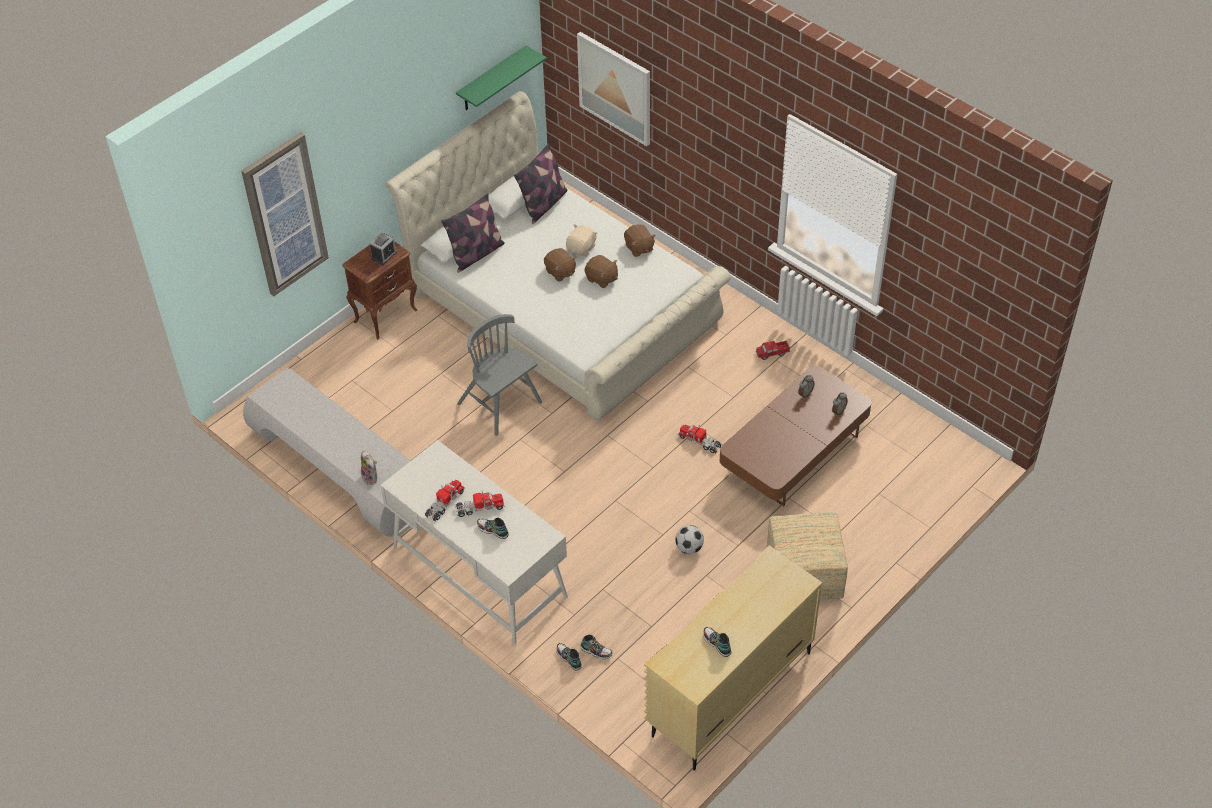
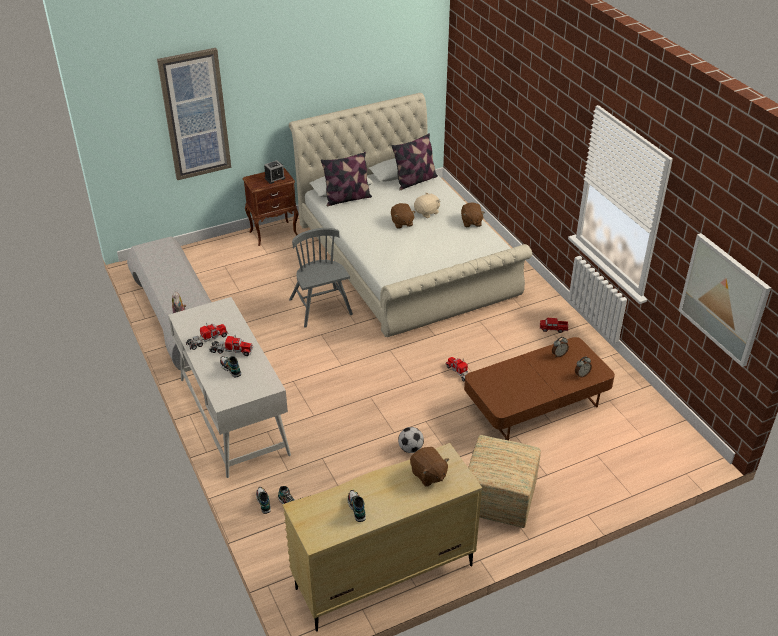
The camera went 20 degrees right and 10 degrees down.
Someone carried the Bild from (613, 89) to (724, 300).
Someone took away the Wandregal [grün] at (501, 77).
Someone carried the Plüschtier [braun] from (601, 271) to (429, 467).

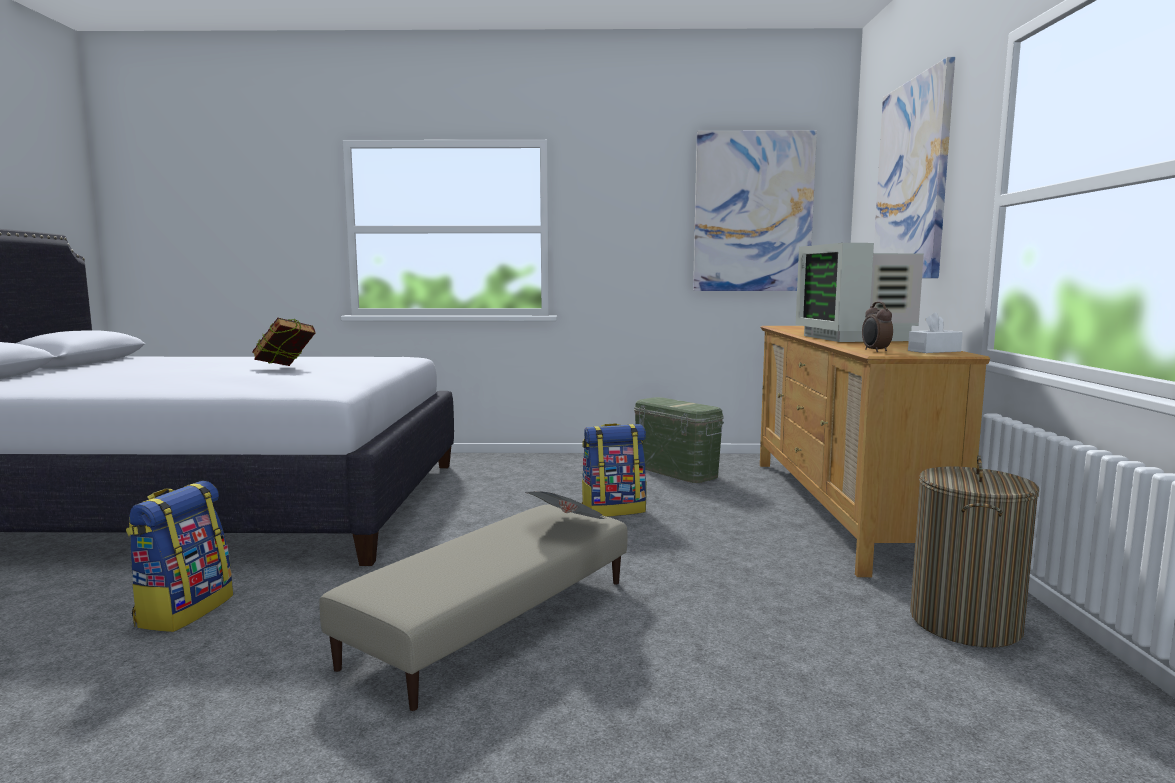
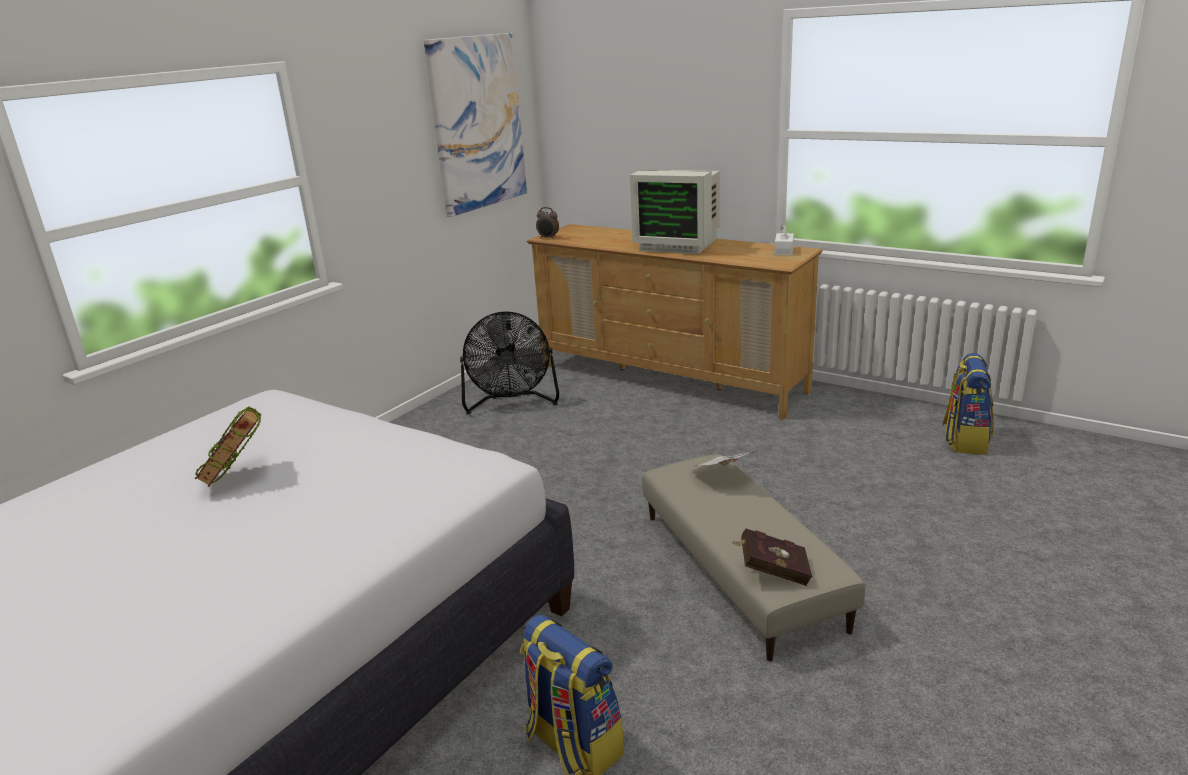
The camera went 55 degrees left and 15 degrees up.
Someone took away the Bild at (914, 167).
Someone carried the Wecker from (877, 327) to (547, 223).
Someone swapped the Aufbewahrungsbox [grün] at (679, 440) for the Ventilator [schwarz] at (509, 363).
Someone carried the Rucksack from (614, 470) to (968, 404).
Someone took away the Wäschekorb at (974, 551).
Someone put down the Buch [rot] at (771, 557).

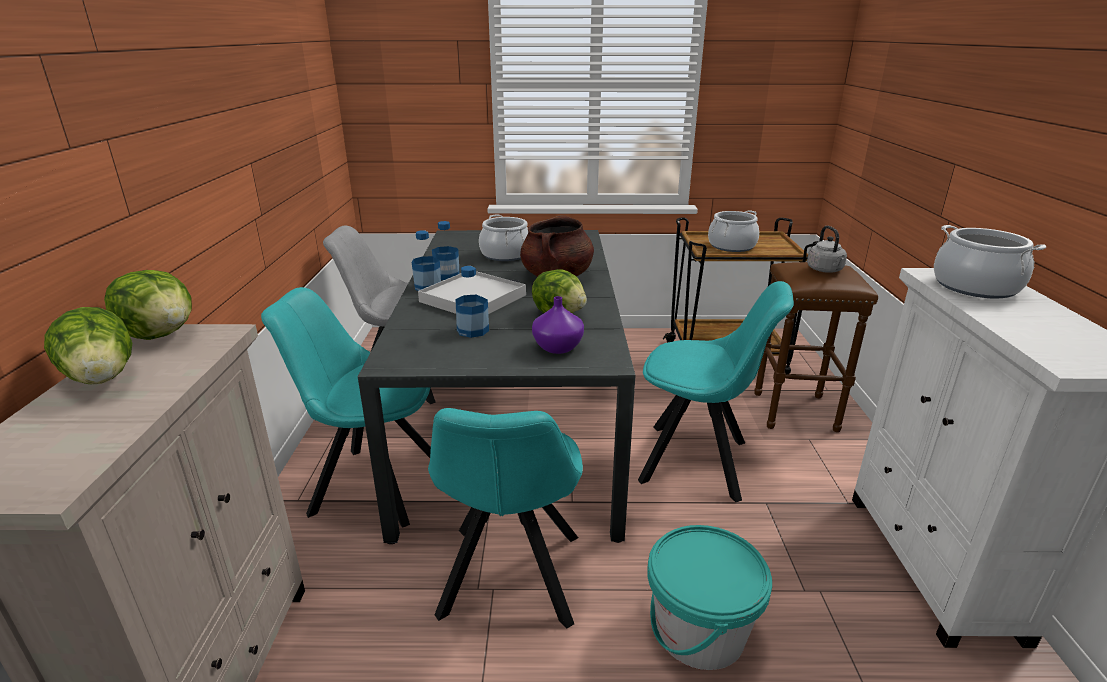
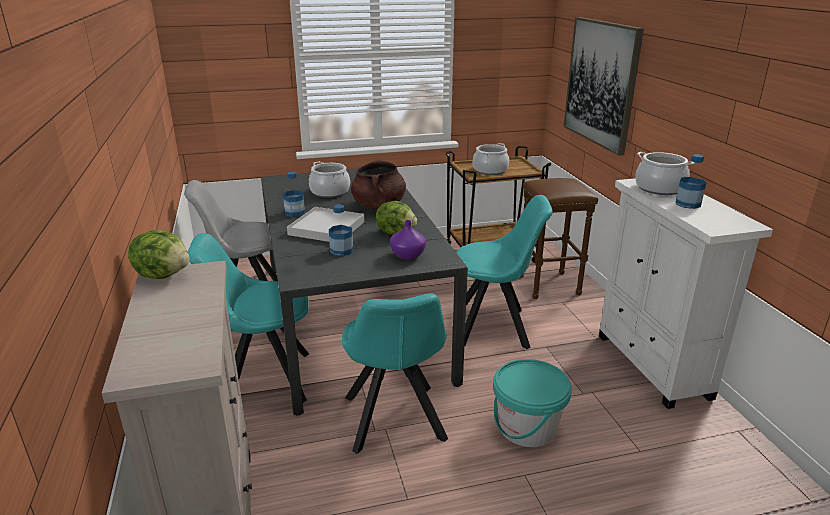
The camera went 15 degrees left and 0 degrees up.
Someone took away the Wasserkessel [grau] at (827, 249).
Someone carried the Flasche from (426, 260) to (691, 181).
Someone took away the Salatkopf at (88, 345).
Someone put up the Bild at (603, 86).

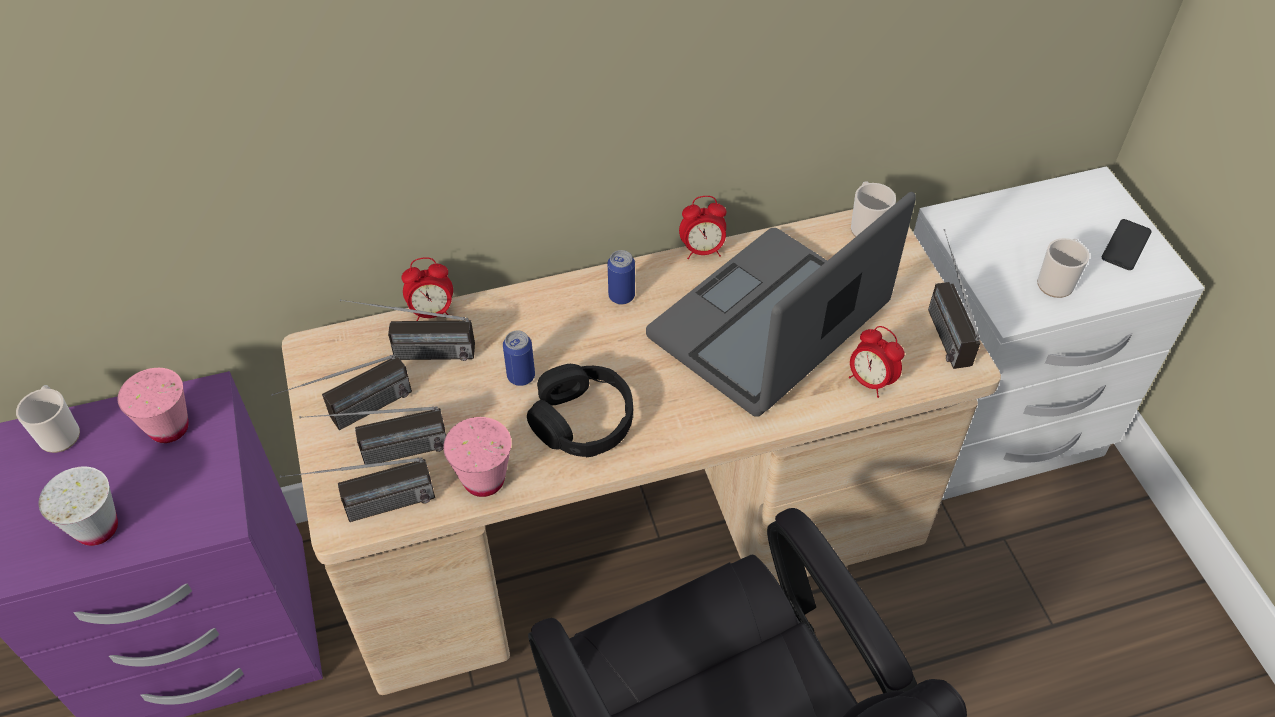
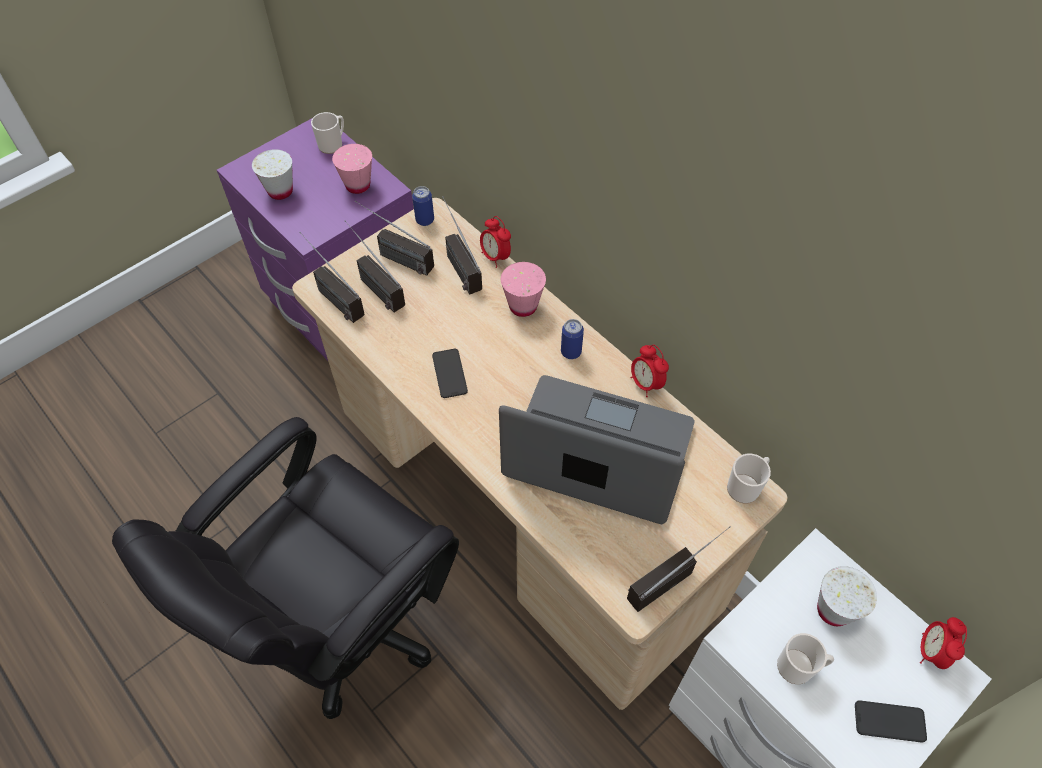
The camera went 65 degrees right and 5 degrees up.
Someone carried the Wecker from (877, 362) to (943, 643).
Someone carried the Dose from (519, 358) to (423, 206).
Someone swapped the Kopfhörer [schwarz] at (580, 410) for the Handy at (450, 373).
Someone carried the Tasse [rosa] from (477, 457) to (523, 289).
Someone put down the Tasse [weiß] at (847, 596).

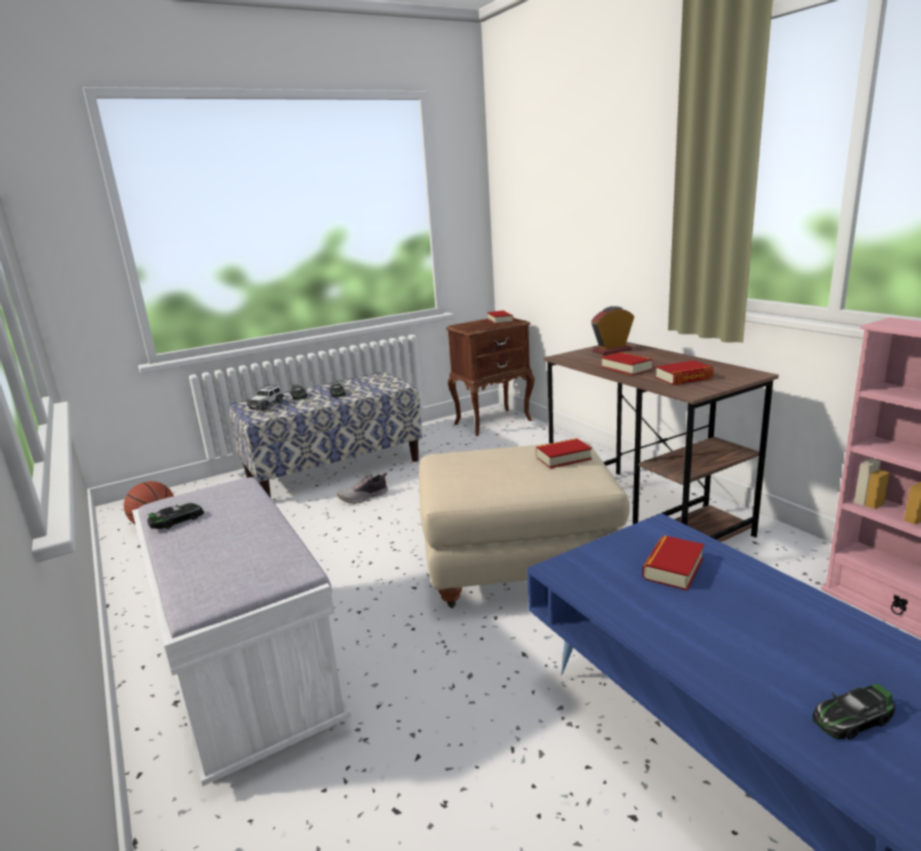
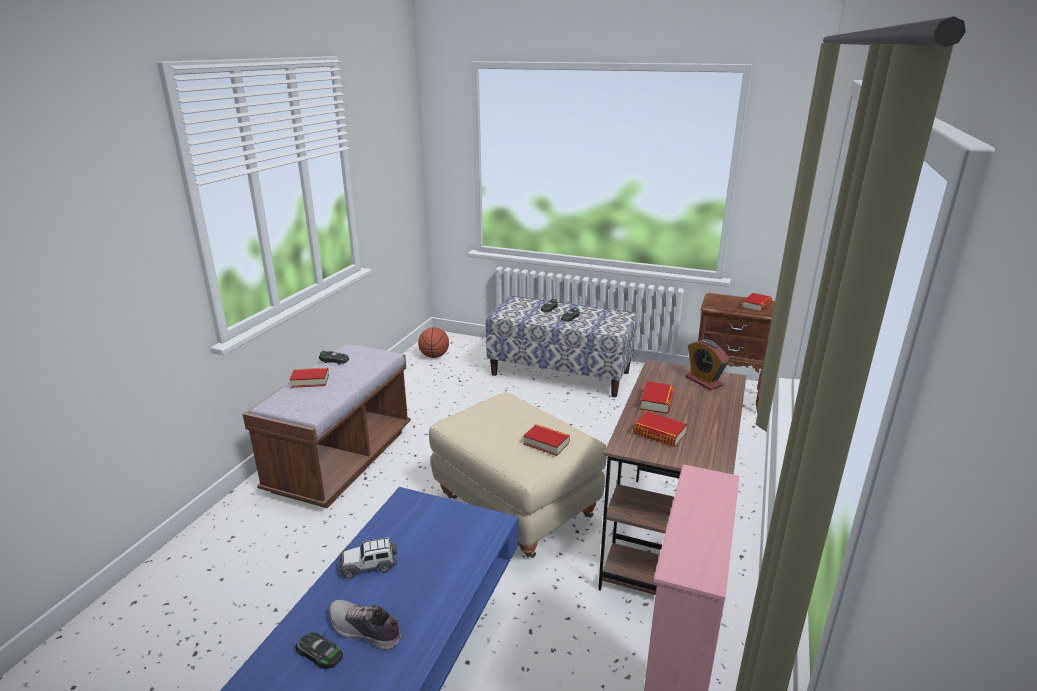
The camera went 50 degrees right and 5 degrees up.
Someone rotated the Wecker at (612, 330) by 150 degrees counterclockwise.
Someone carried the Spielzeugauto from (265, 397) to (368, 558).
Someone carried the Schuh from (362, 488) to (365, 624).
Someone repainted the Bank [weiß] at (241, 631), which became the Bank [braun] at (327, 426).
Someone carried the Buch from (673, 563) to (309, 378).

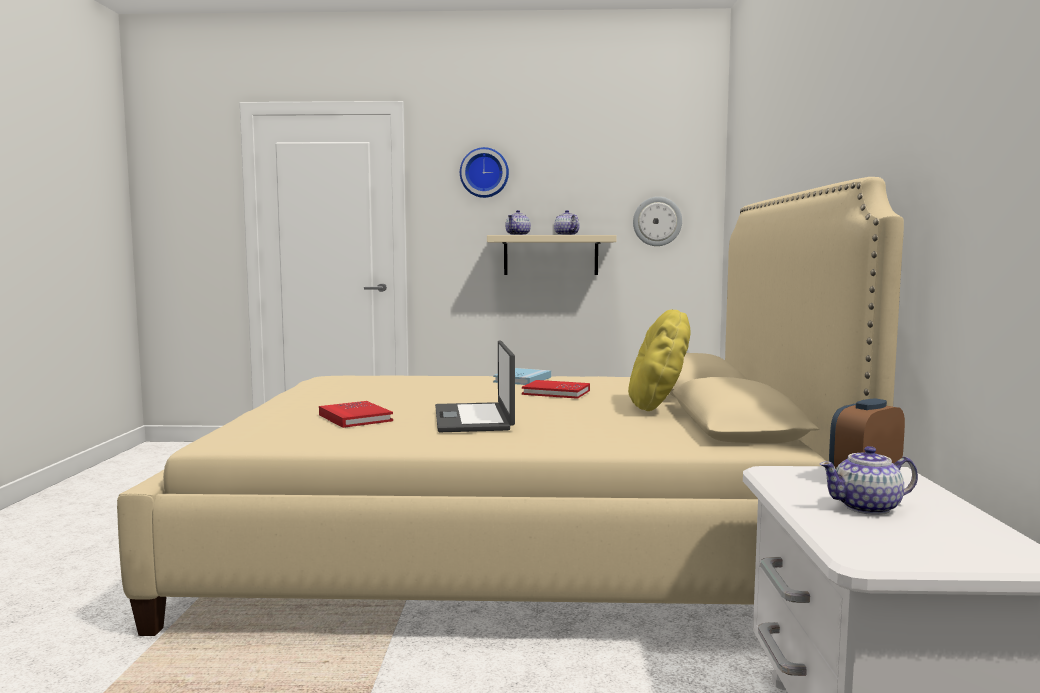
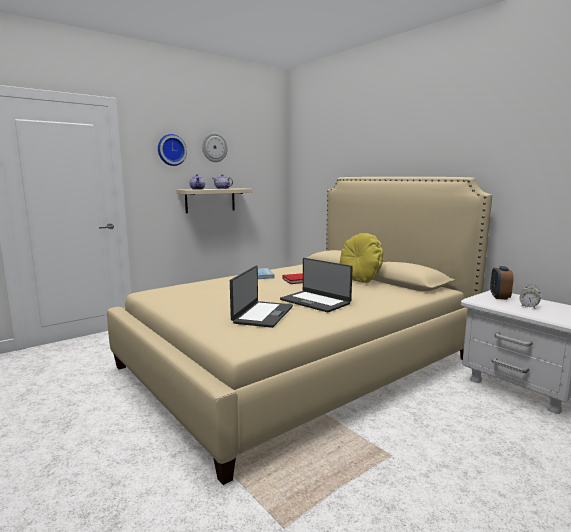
The camera went 40 degrees left and 5 degrees up.
Someone carried the Wanduhr from (657, 221) to (215, 147).
Someone swapped the Buch [rot] at (356, 414) for the Laptop at (261, 297).
Someone swapped the Teekanne at (868, 480) for the Wecker at (530, 296).

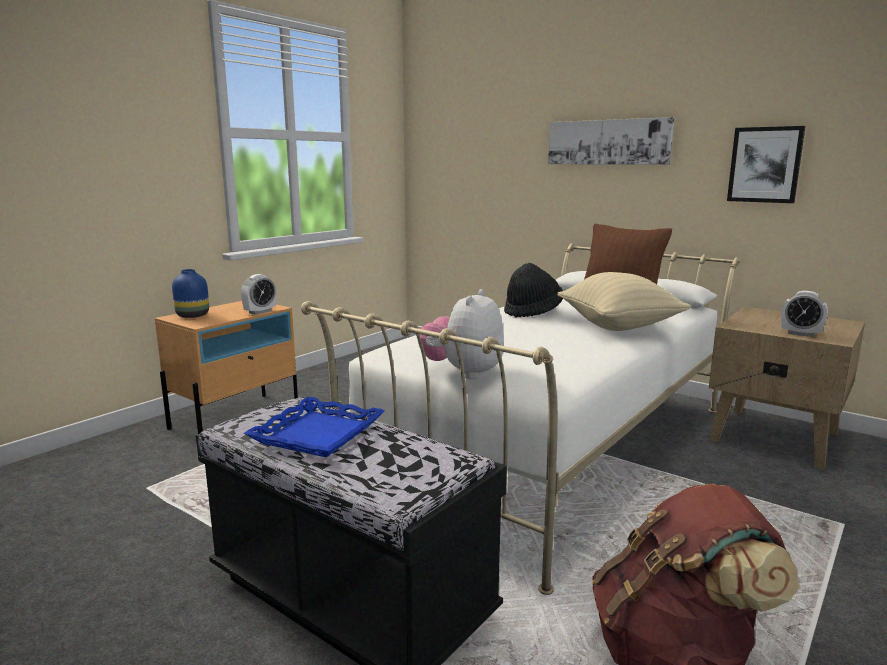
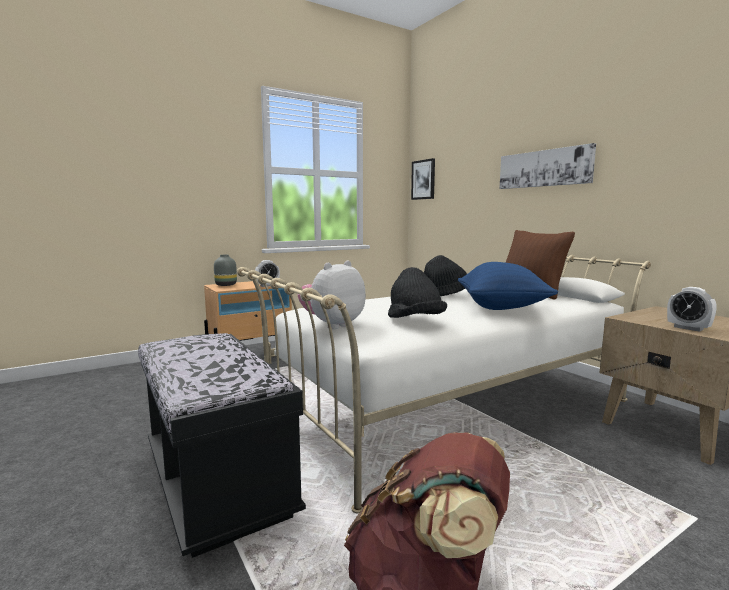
The camera went 20 degrees right and 5 degrees down.
Someone carried the Bild from (766, 164) to (423, 179).
Someone repainted the Vase [blau] at (190, 293), which became the Vase [grau] at (225, 270).
Someone repainted the Kissen [beige] at (624, 301), which became the Kissen [blau] at (508, 286).
Someone took away the Tablett [blau] at (314, 427).
Someone put down the Hut [schwarz] at (417, 292).

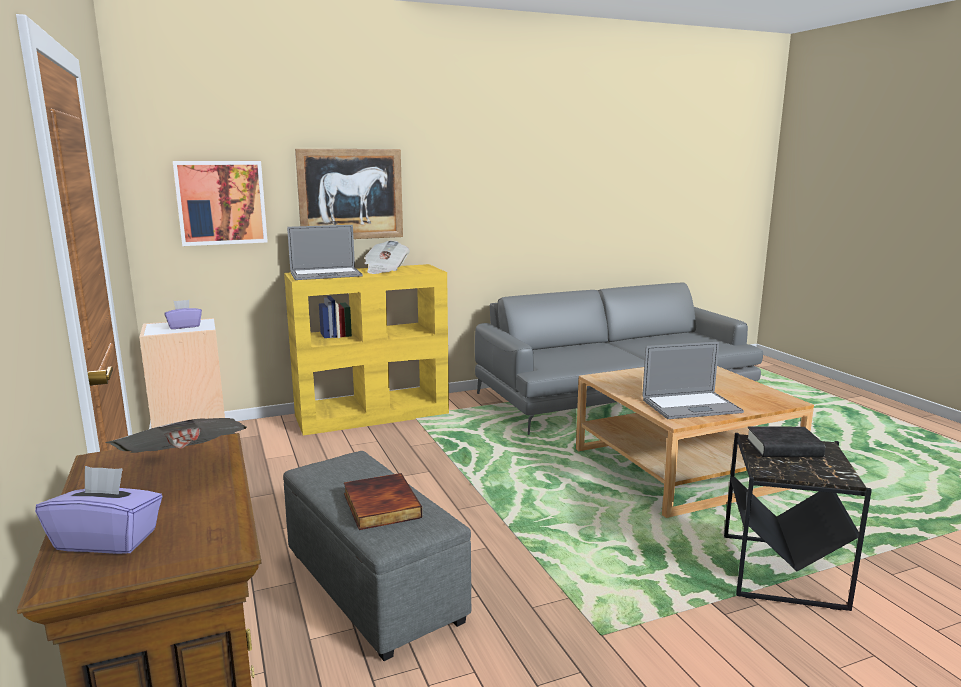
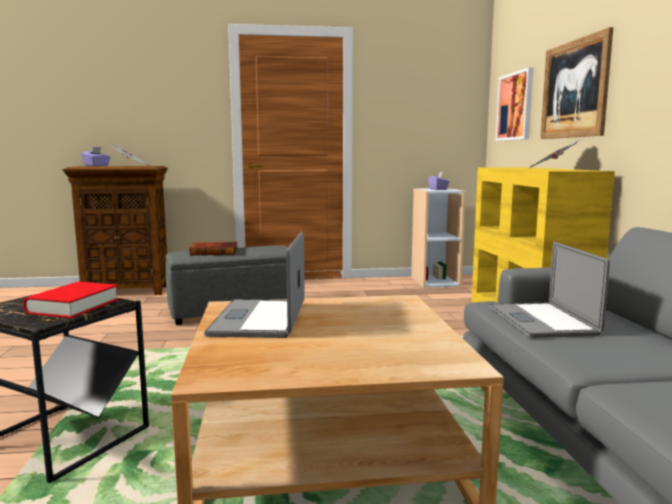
The camera went 105 degrees right and 5 degrees down.
Someone carried the Laptop from (325, 252) to (549, 290).
Someone repainted the Buch [schwarz] at (785, 441), which became the Buch [rot] at (71, 300).

